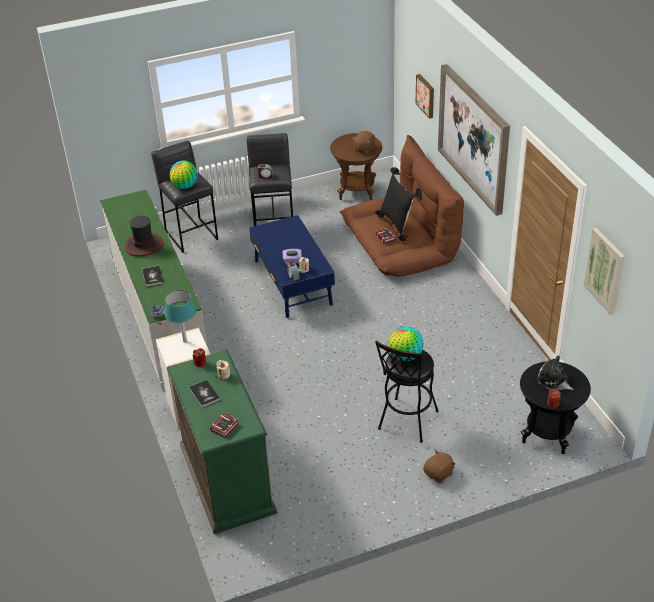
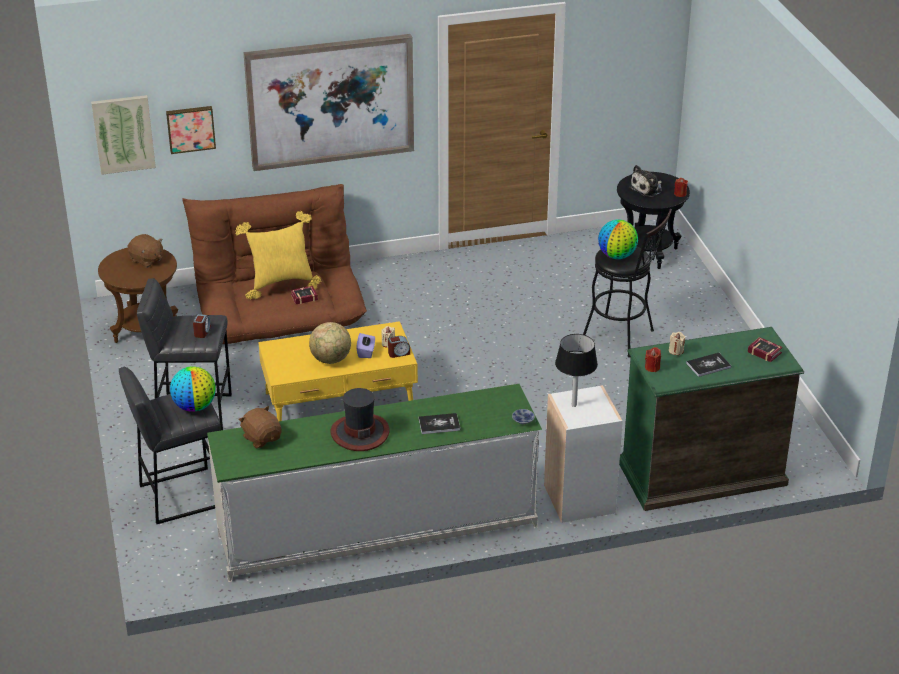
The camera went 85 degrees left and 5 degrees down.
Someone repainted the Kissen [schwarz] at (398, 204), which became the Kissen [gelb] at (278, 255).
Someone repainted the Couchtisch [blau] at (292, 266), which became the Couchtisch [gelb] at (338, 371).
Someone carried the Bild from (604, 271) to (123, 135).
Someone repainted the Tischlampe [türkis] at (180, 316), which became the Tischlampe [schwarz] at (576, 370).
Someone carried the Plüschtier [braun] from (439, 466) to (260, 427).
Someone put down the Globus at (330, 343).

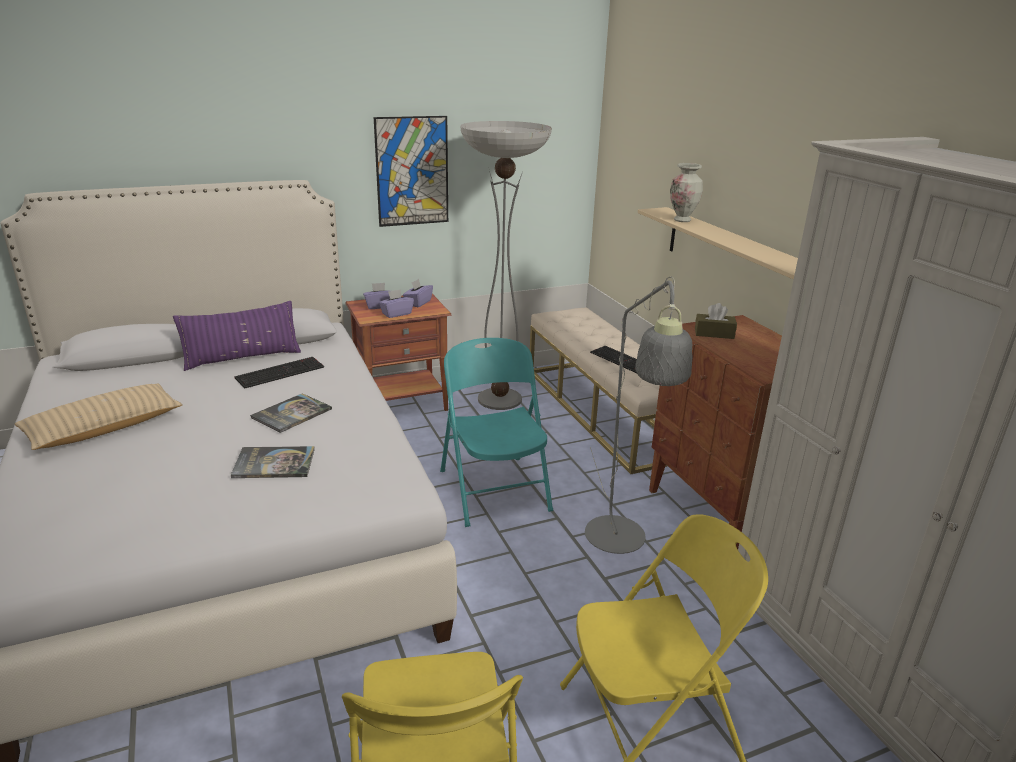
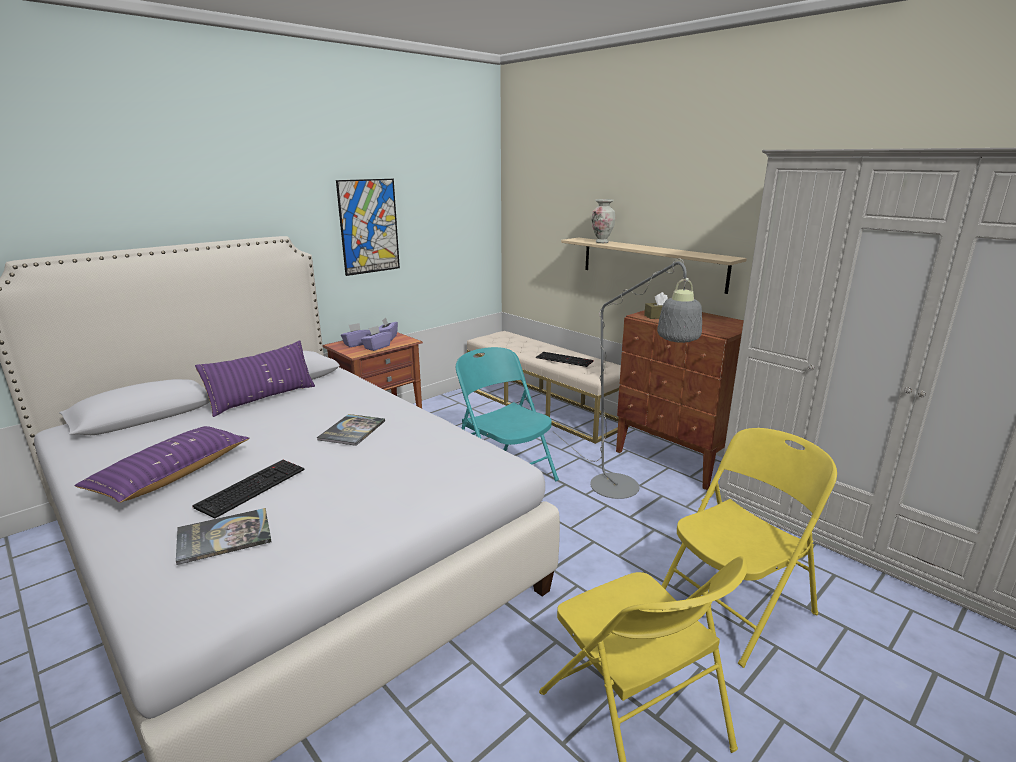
The camera went 20 degrees left and 5 degrees down.
Someone took away the Stehlampe at (506, 265).
Someone carried the Tastatur from (279, 372) to (248, 489).
Someone repainted the Kissen [beige] at (99, 417), which became the Kissen [lila] at (162, 464).
Someone carried the Buch from (273, 462) to (224, 536).

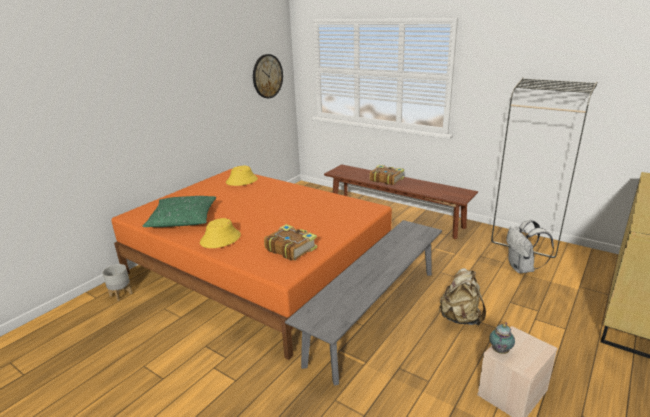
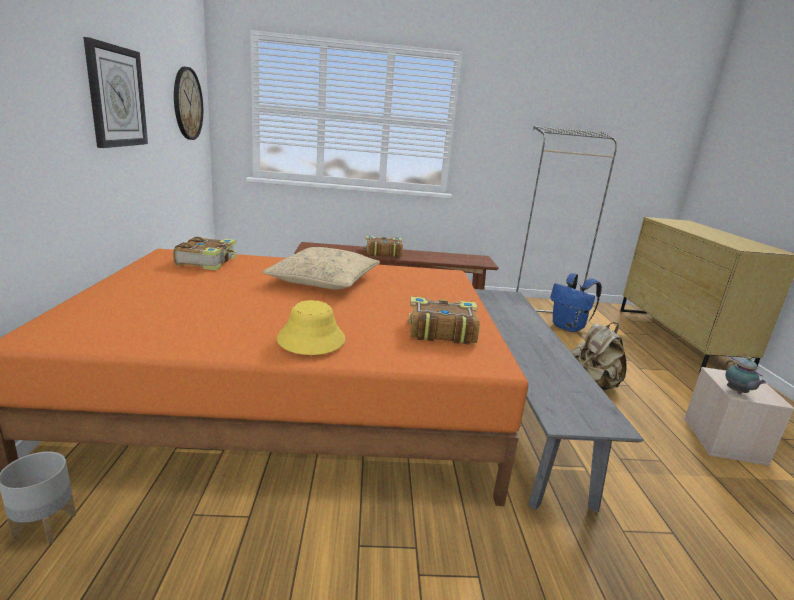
The camera went 40 degrees left and 5 degrees down.
Someone swapped the Hut [gelb] at (242, 176) for the Buch at (205, 253).
Someone took away the Kissen [grün] at (179, 211).
Someone repainted the Rucksack [weiß] at (530, 246), which became the Rucksack [blau] at (576, 302).
Someone put up the Wanduhr at (115, 92).
Someone put down the Kissen [beige] at (321, 268).

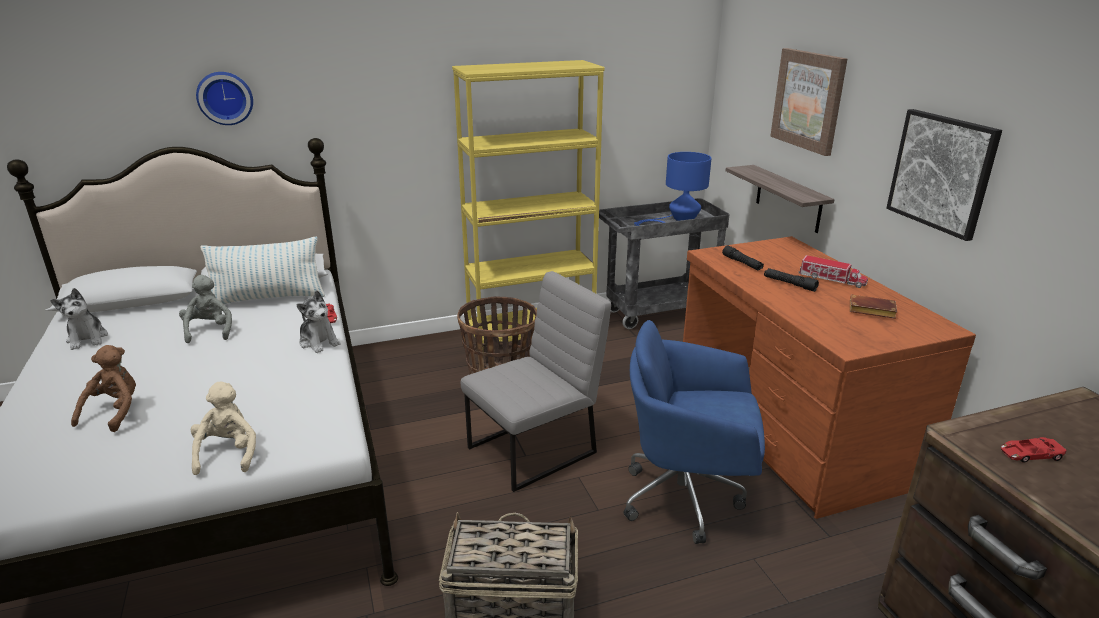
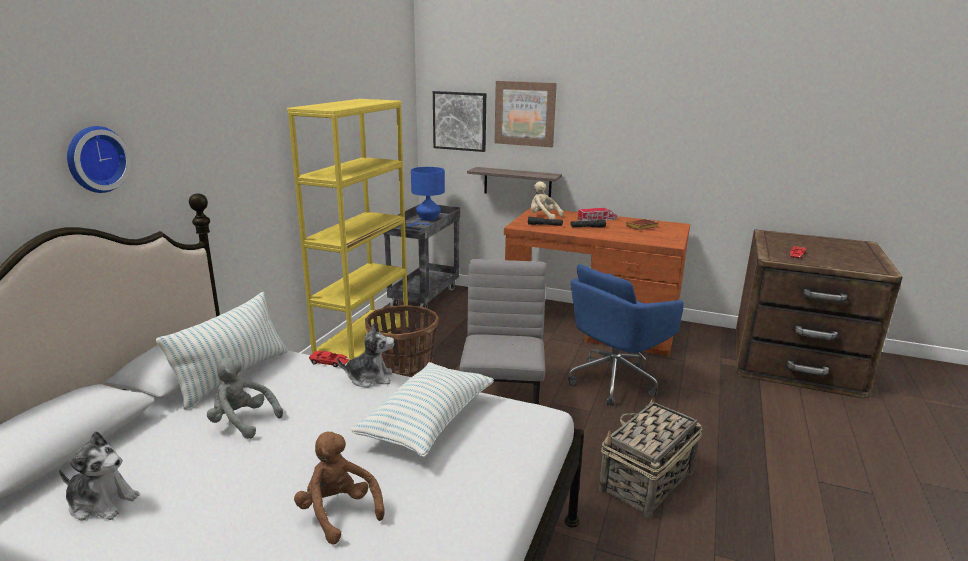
The camera went 50 degrees left and 5 degrees down.
Someone carried the Bild from (944, 175) to (459, 121).
Someone carried the Plüschtier [beige] from (223, 428) to (547, 200).
Someone put down the Kissen at (422, 410).

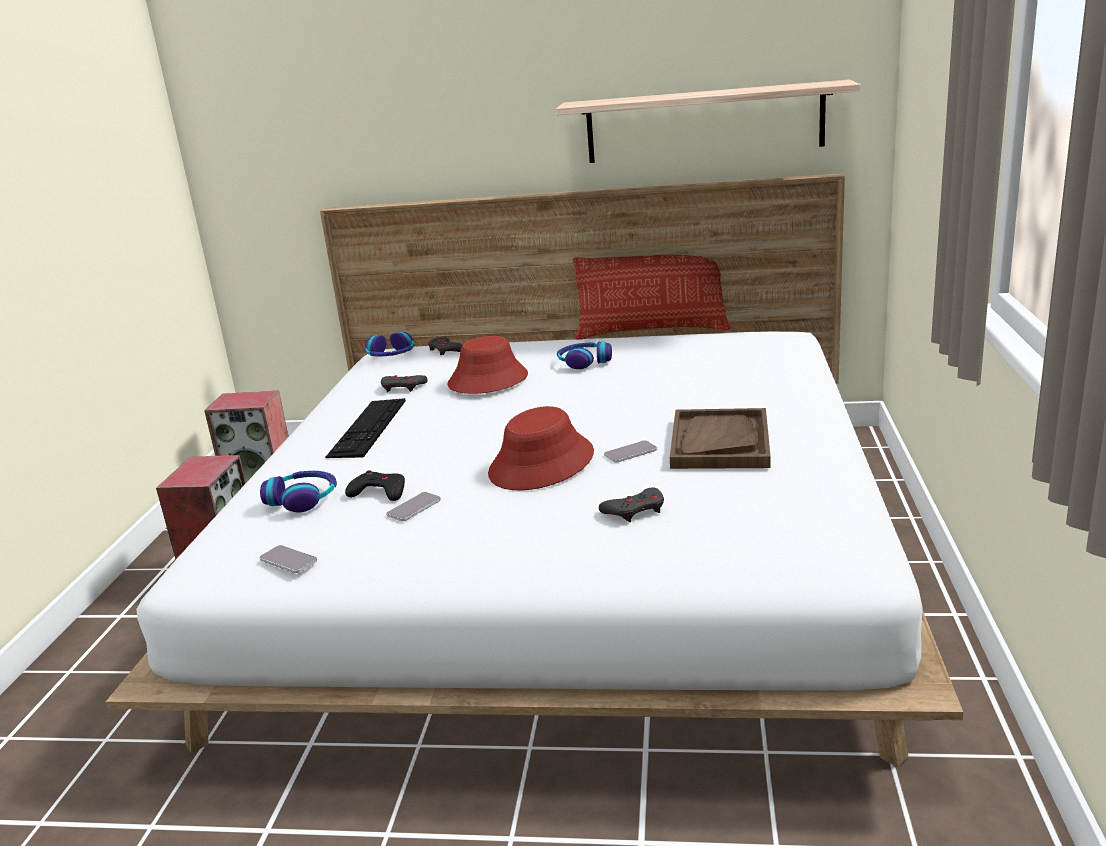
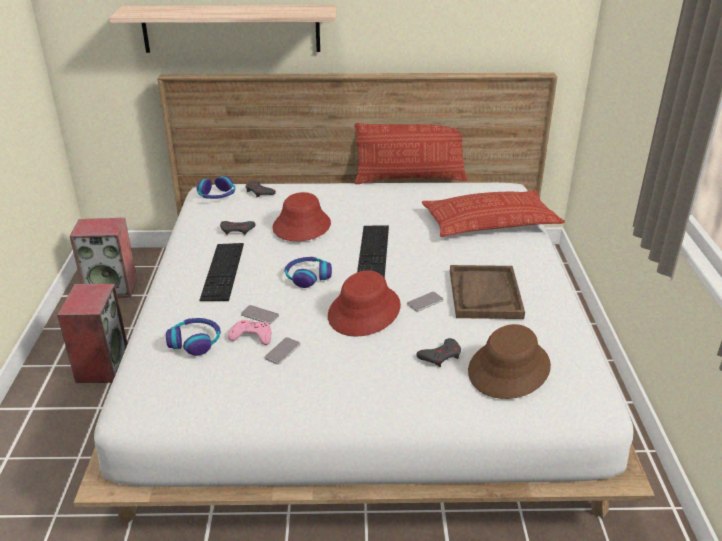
The camera went 10 degrees left and 10 degrees up.
Someone carried the Wandregal from (708, 121) to (223, 29).
Someone carried the Kopfhörer from (584, 355) to (308, 272).
Someone repainted the Gamepad [schwarz] at (375, 485), which became the Gamepad [rosa] at (249, 332).
Someone carried the Handy from (288, 559) to (260, 314).
Someone put down the Kissen at (493, 213).
Someone put down the Tastatur at (373, 251).
Someone put down the Hut [braun] at (509, 361).

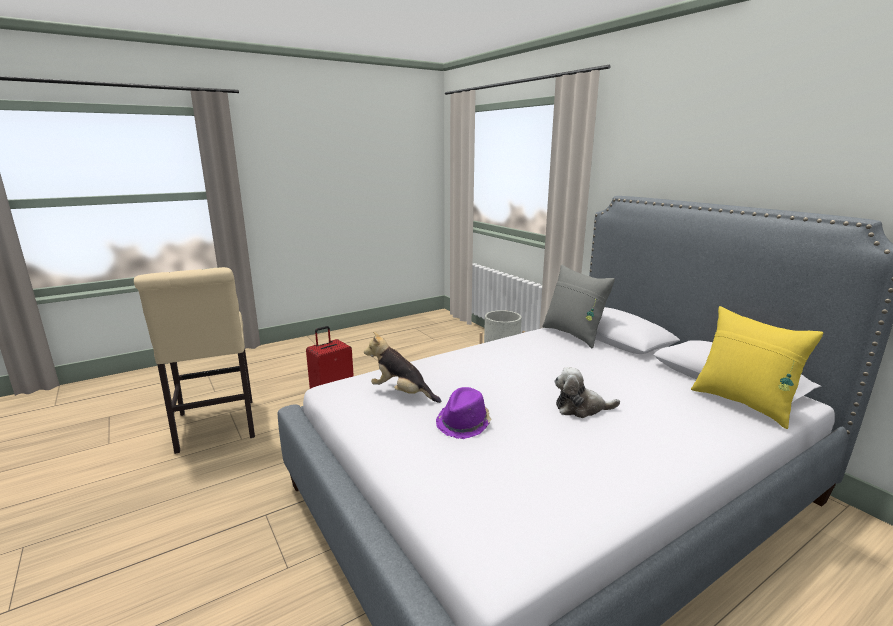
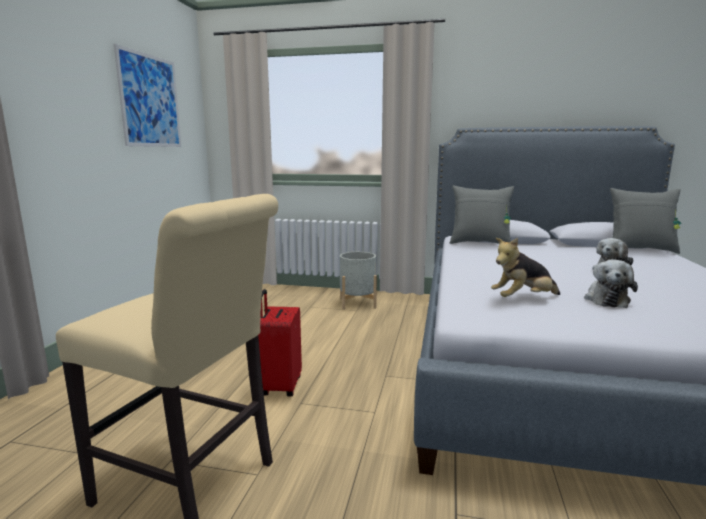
The camera went 45 degrees left and 5 degrees down.
Someone repainted the Kissen [gelb] at (757, 367), which became the Kissen [grau] at (646, 221).
Someone swapped the Hut [lila] at (464, 413) for the Plüschtier at (611, 283).
Someone put up the Bild at (147, 95).

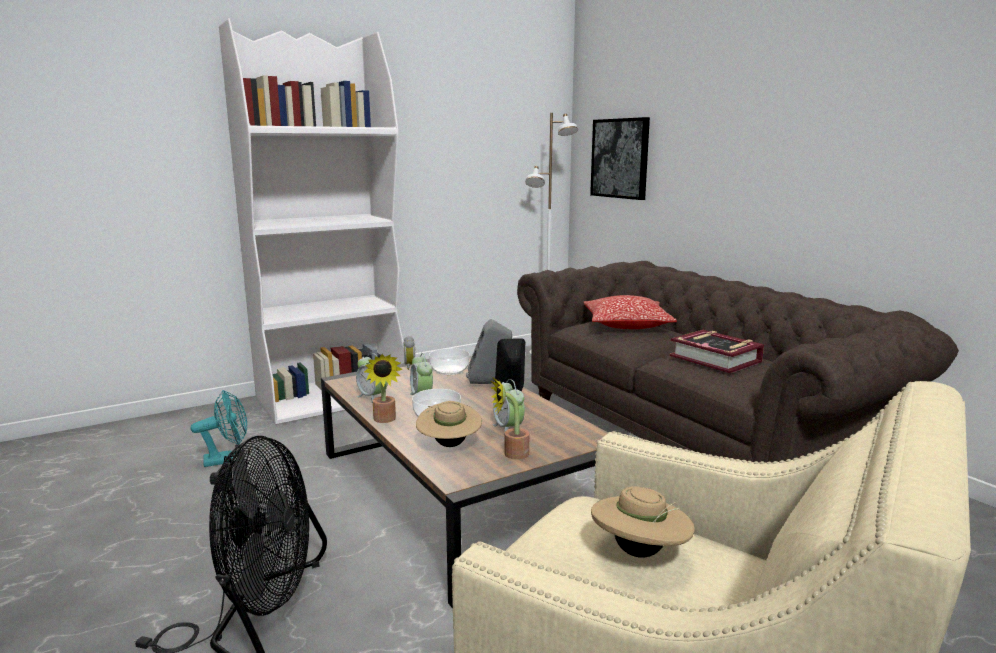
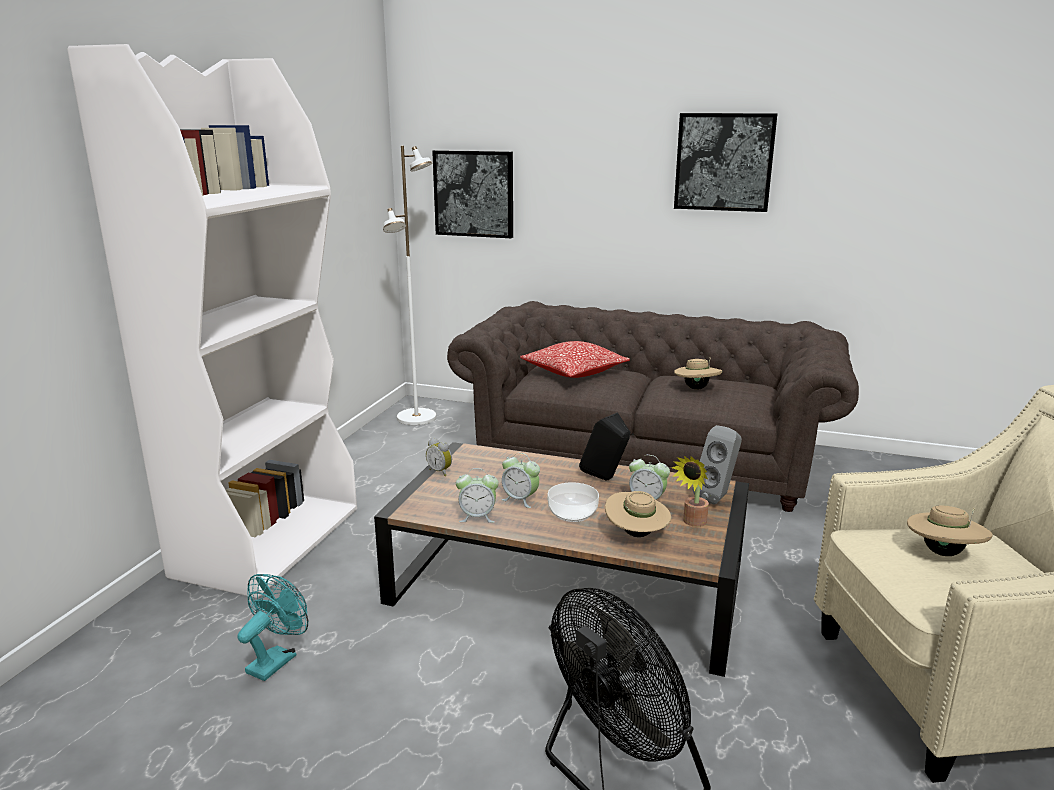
The camera went 40 degrees left and 5 degrees up.
Someone carried the Lautsprecher [grau] from (489, 351) to (717, 465).
Someone swapped the Buch at (717, 351) for the Hut [beige] at (698, 374).
Someone took away the Schüssel at (449, 361).
Someone took away the Topfpflanze at (383, 388).
Someone put up the Bild at (726, 162).

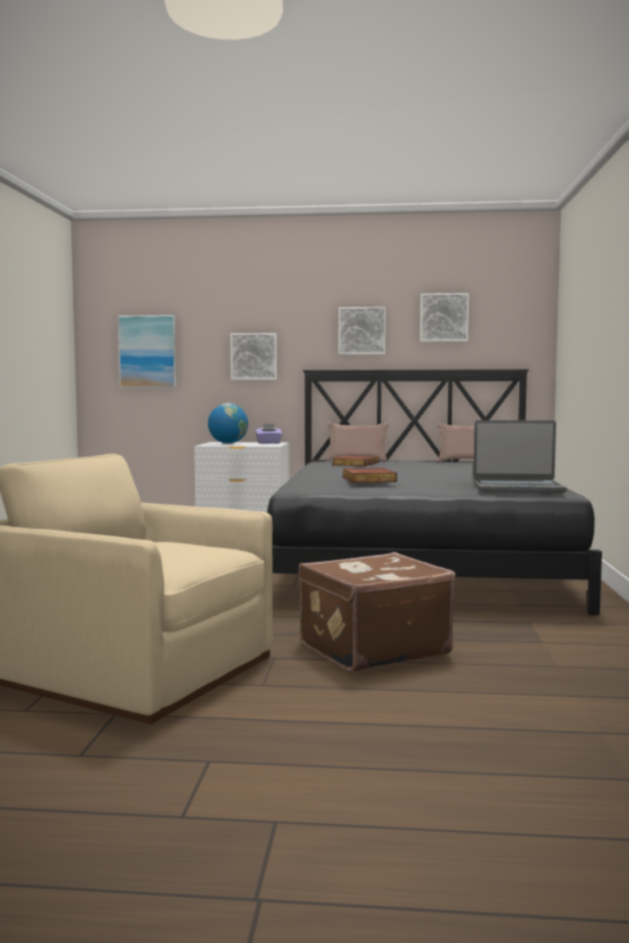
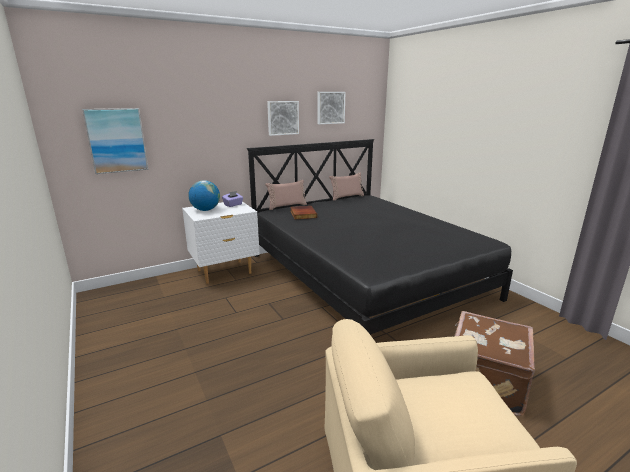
The camera went 35 degrees left and 15 degrees up.
Someone took away the Bild at (254, 356).
Someone took away the Laptop at (520, 456).
Someone took away the Buch at (369, 475).

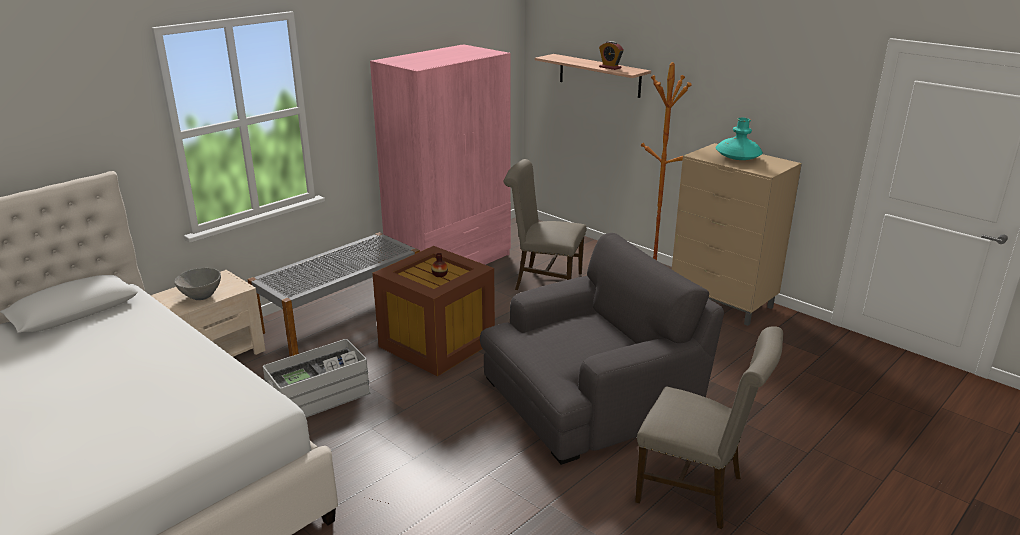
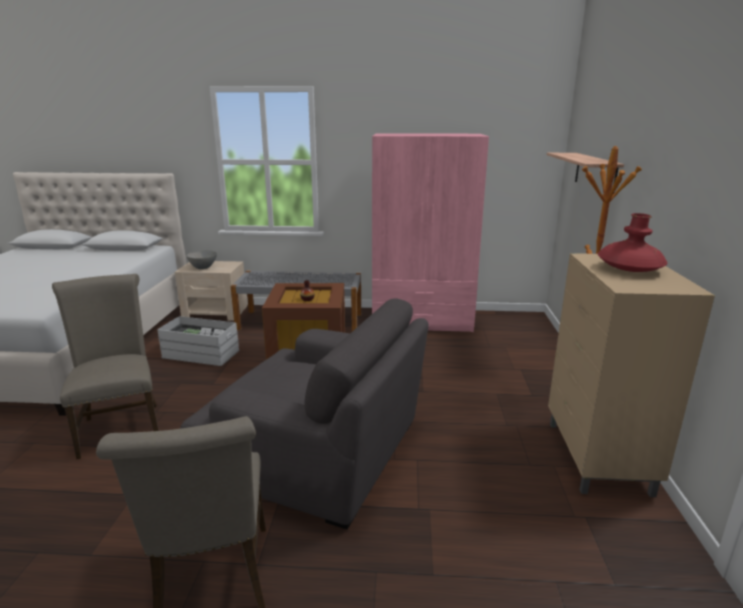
The camera went 50 degrees right and 5 degrees down.
Someone took away the Wecker at (611, 55).
Someone repainted the Vase [türkis] at (739, 139), which became the Vase [rot] at (632, 242).
Someone carried the Stuhl [beige] from (545, 224) to (105, 367).

